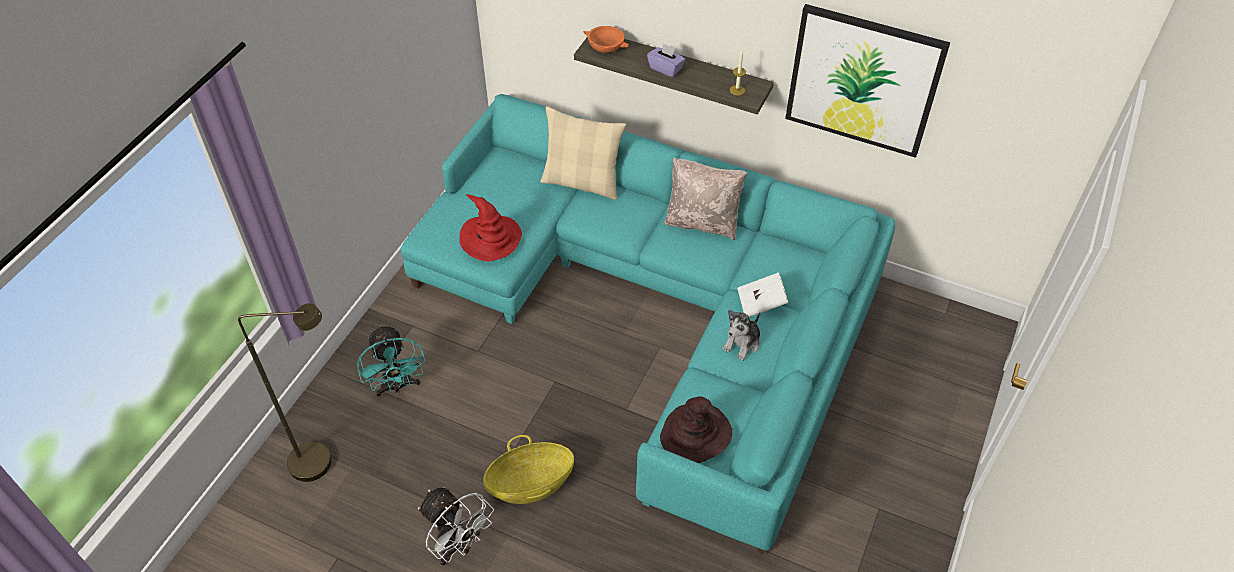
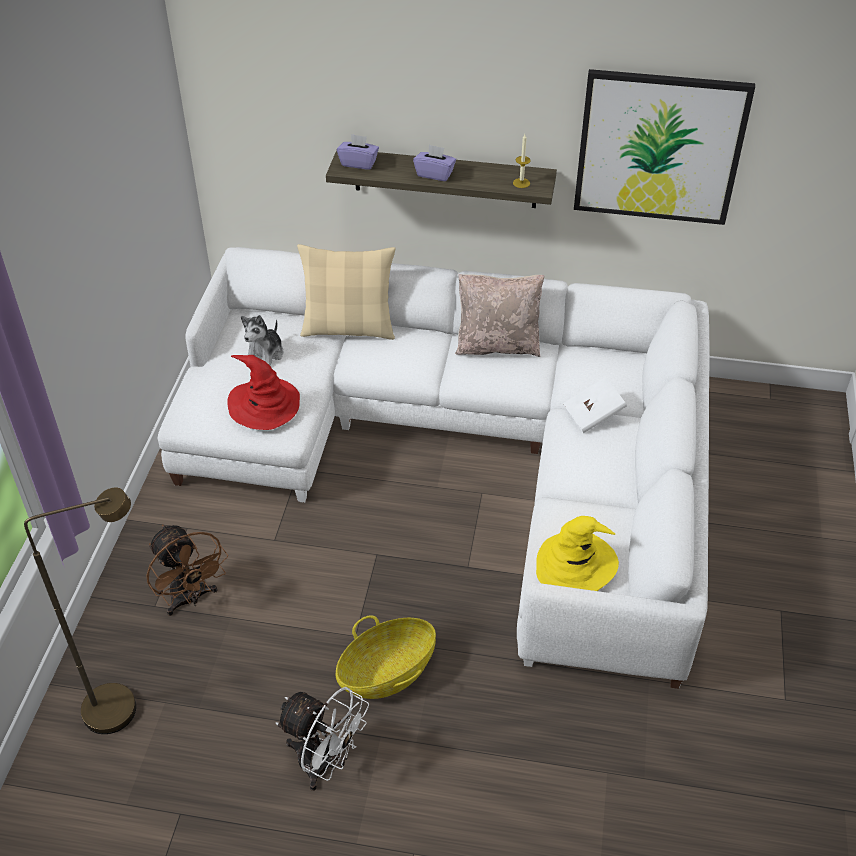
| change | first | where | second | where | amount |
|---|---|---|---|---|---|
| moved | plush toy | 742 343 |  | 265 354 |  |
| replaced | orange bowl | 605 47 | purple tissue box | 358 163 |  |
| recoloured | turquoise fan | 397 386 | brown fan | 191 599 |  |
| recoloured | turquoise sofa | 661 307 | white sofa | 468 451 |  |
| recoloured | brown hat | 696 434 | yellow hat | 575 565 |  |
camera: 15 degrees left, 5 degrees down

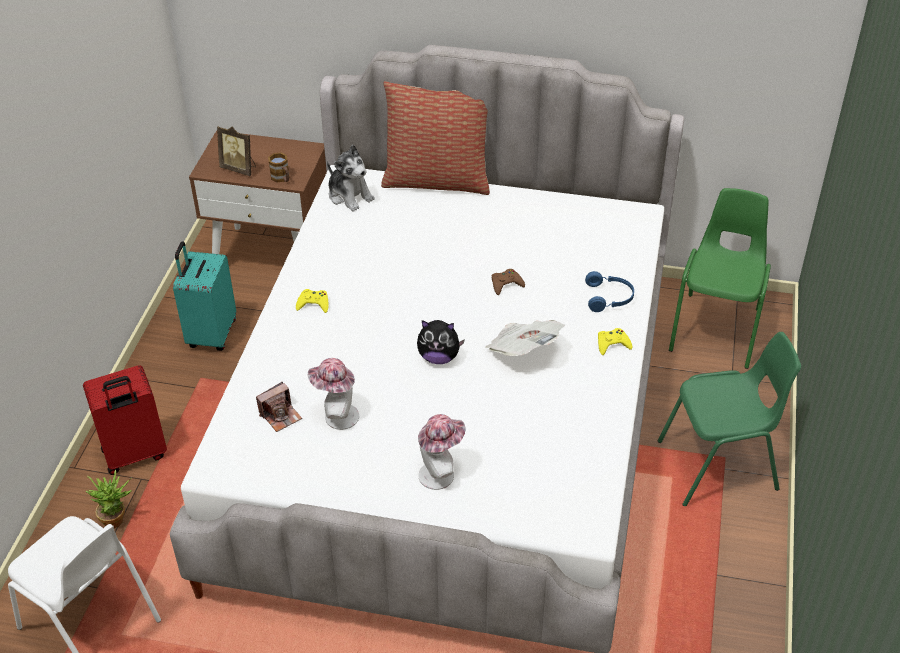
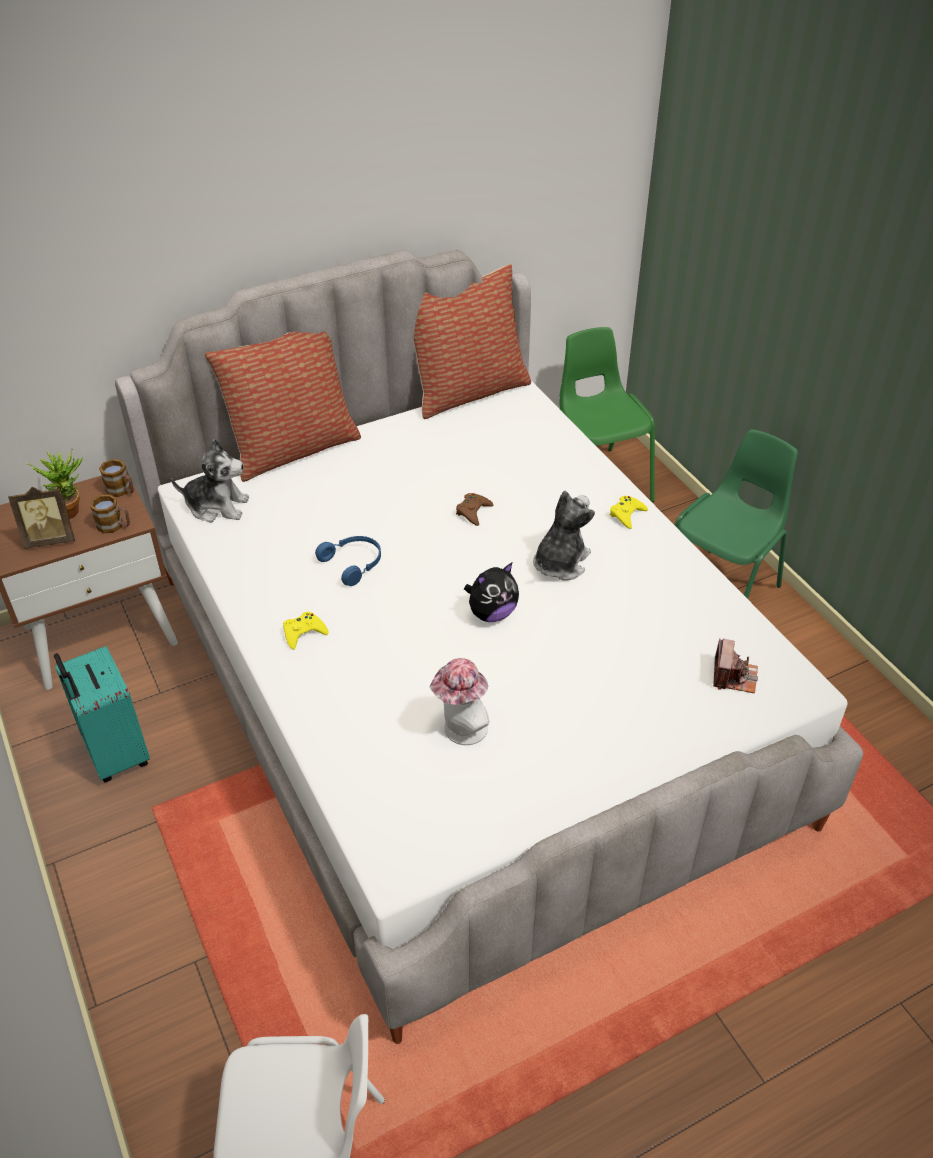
| change | first | where | second | where | amount |
|---|---|---|---|---|---|
| removed | red suitcase | 135 455 |  |  |  |
| removed | hat | 441 473 |  |  |  |
| added |  |  | mug | 122 491 |  |
| added |  |  | pillow | 467 391 |  |
| moved | potted plant | 117 519 |  | 70 509 |  |
| moved | photo camera | 280 415 |  | 734 676 |  |
| moved | blue headphones | 609 298 |  | 354 563 |  |
| replaced | newspaper | 523 350 | plush toy | 560 563 |  |
camera: 40 degrees left, 0 degrees up

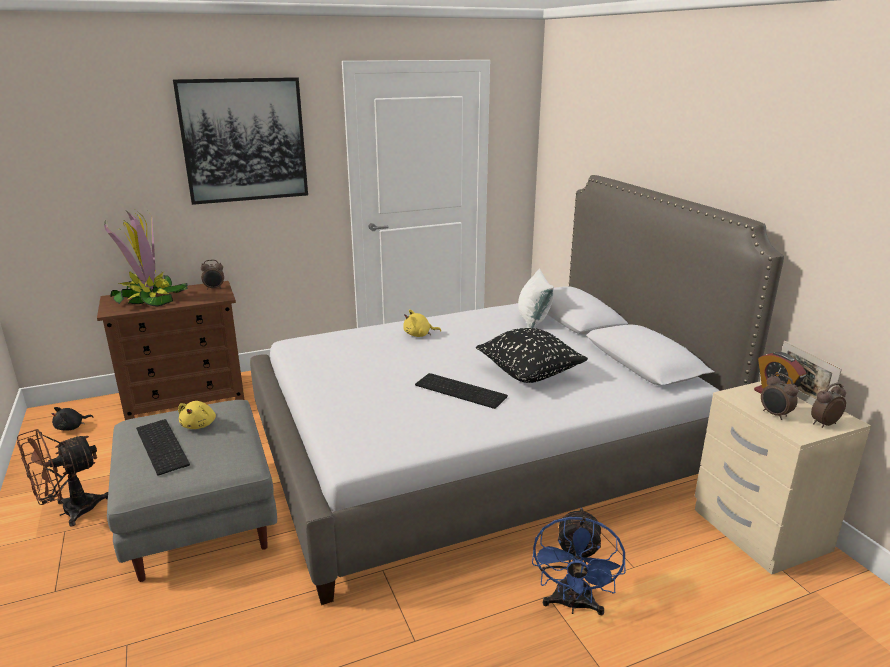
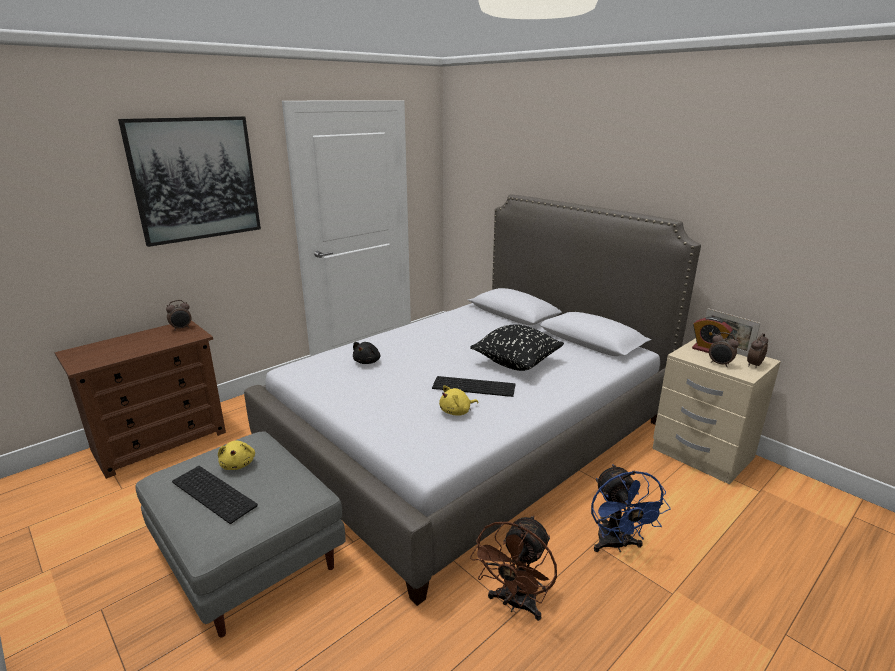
| change | first | where | second | where | amount |
|---|---|---|---|---|---|
| removed | potted plant | 149 298 |  |  |  |
| removed | white pillow | 533 320 |  |  |  |
| moved | brown fan | 70 512 |  | 515 604 |  |
| moved | black plush toy | 71 427 |  | 368 361 |  |
| moved | yellow plush toy | 419 335 |  | 457 412 |  |
camera: 20 degrees left, 0 degrees up

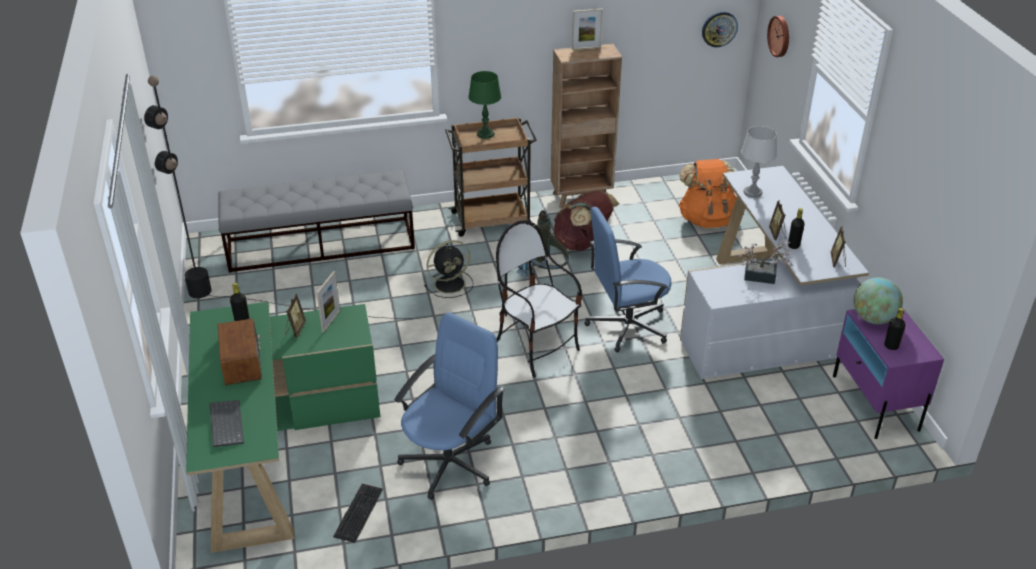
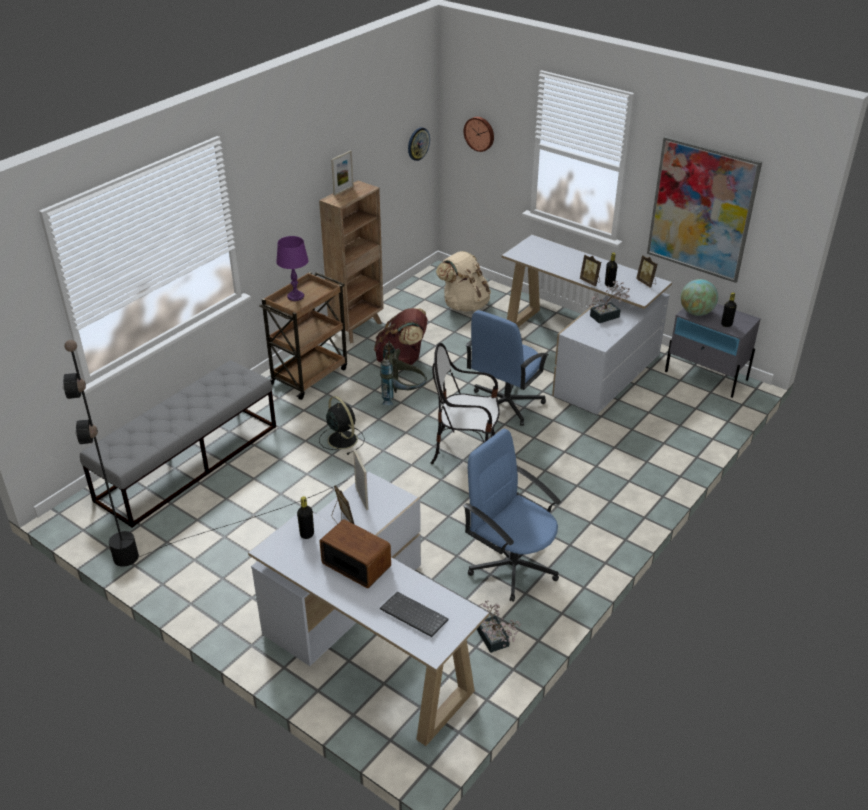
| change | first | where | second | where | amount |
|---|---|---|---|---|---|
| removed | grey table lamp | 753 192 |  |  |  |
| added |  |  | picture | 701 209 |  |
| replaced | keyboard | 358 512 | potted plant | 494 641 |  |
| recoloured | green desk | 274 448 | white desk | 368 638 |  |
| recoloured | green table lamp | 485 134 | purple table lamp | 295 297 |  |
| recoloured | orange backpack | 706 219 | beige backpack | 464 305 |  |
| recoloured | purple nightstand | 875 403 | grey nightstand | 706 376 |  |
| turned | blue office chair | 450 463 |  | 512 566 | 45 degrees counterclockwise |
| turned | black fan | 451 284 |  | 341 439 | 60 degrees counterclockwise |
camera: 40 degrees left, 0 degrees up

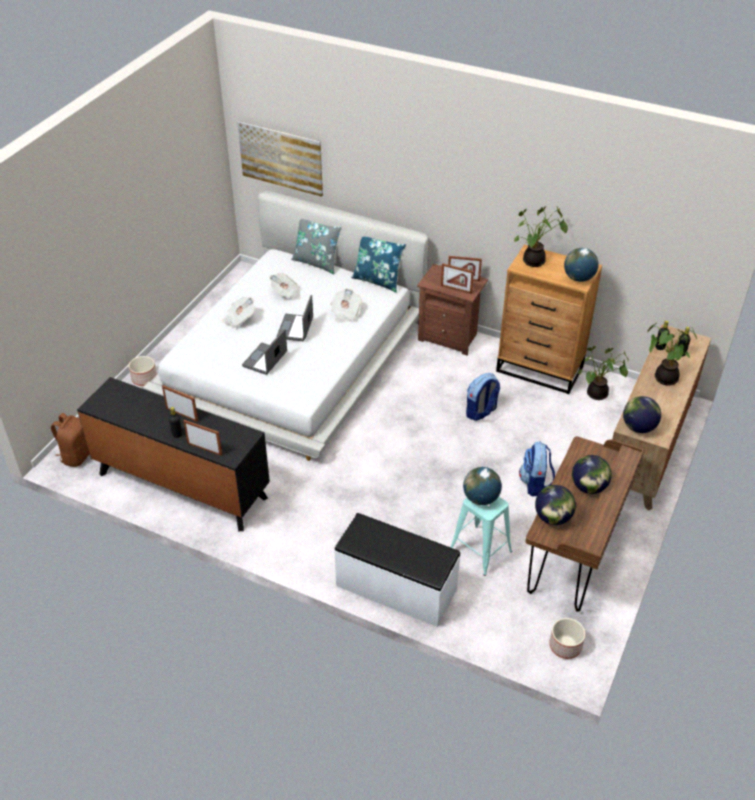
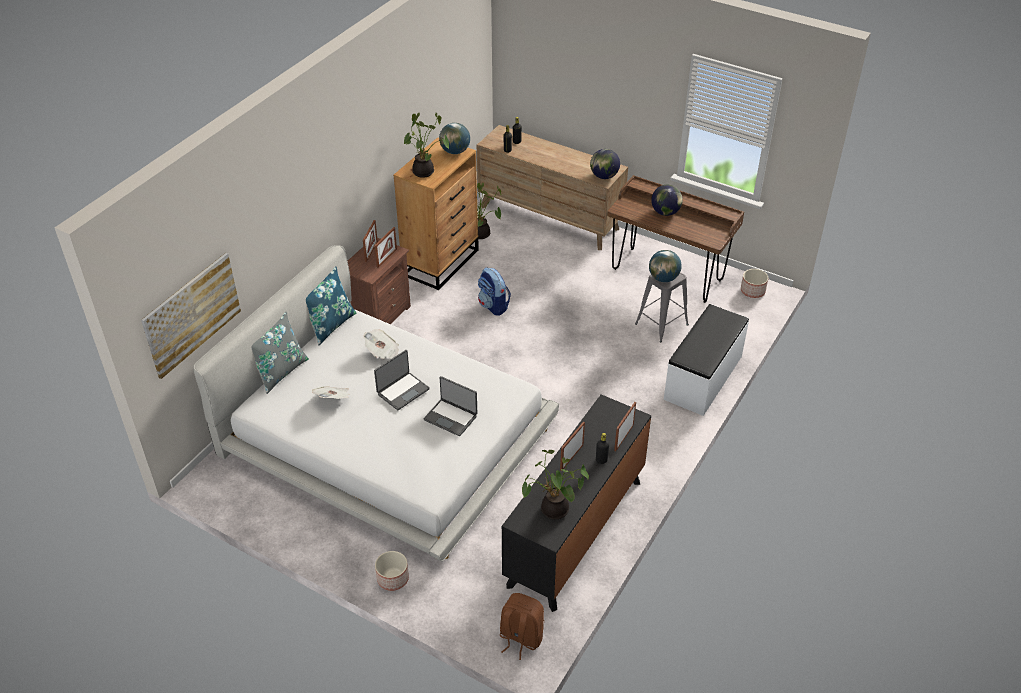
| change | first | where | second | where | amount |
|---|---|---|---|---|---|
| removed | newspaper | 239 319 |  |  |  |
| removed | backpack | 535 484 |  |  |  |
| removed | globe | 553 518 |  |  |  |
| moved | potted plant | 664 377 |  | 553 511 |  |
| recoloured | turquoise stool | 480 550 | grey stool | 661 324 |  |
| turned | laptop | 296 328 |  | 402 391 | 60 degrees counterclockwise |
camera: 85 degrees left, 0 degrees up

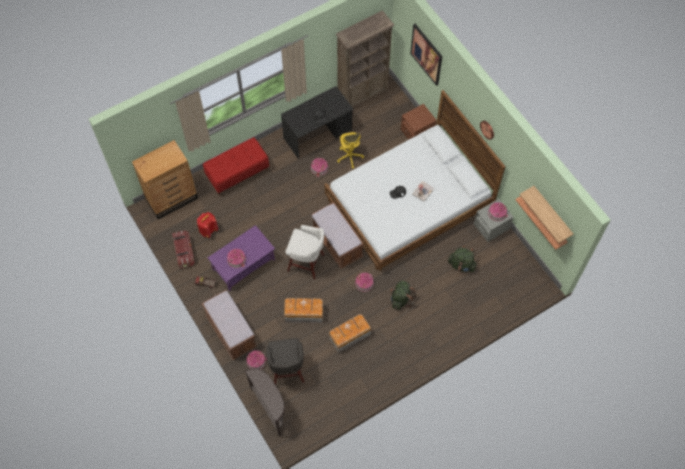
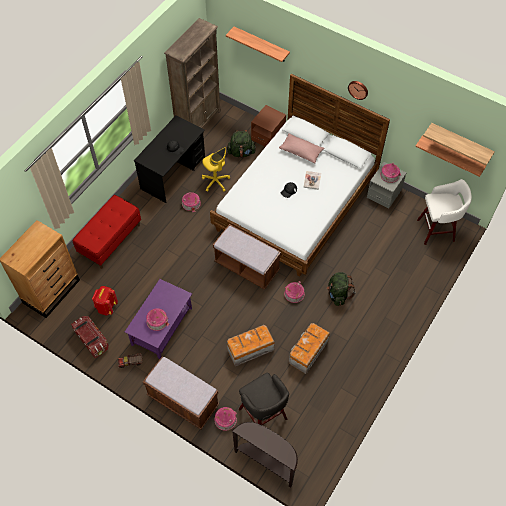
| change | first | where | second | where | amount |
|---|---|---|---|---|---|
| added |  |  | pink pillow | 301 152 |  |
| moved | white stool | 307 263 |  | 437 230 |  |
| moved | green backpack | 461 265 |  | 241 152 |  |
| replaced | picture | 426 54 | shelf | 261 44 |  |
camera: 25 degrees left, 5 degrees down

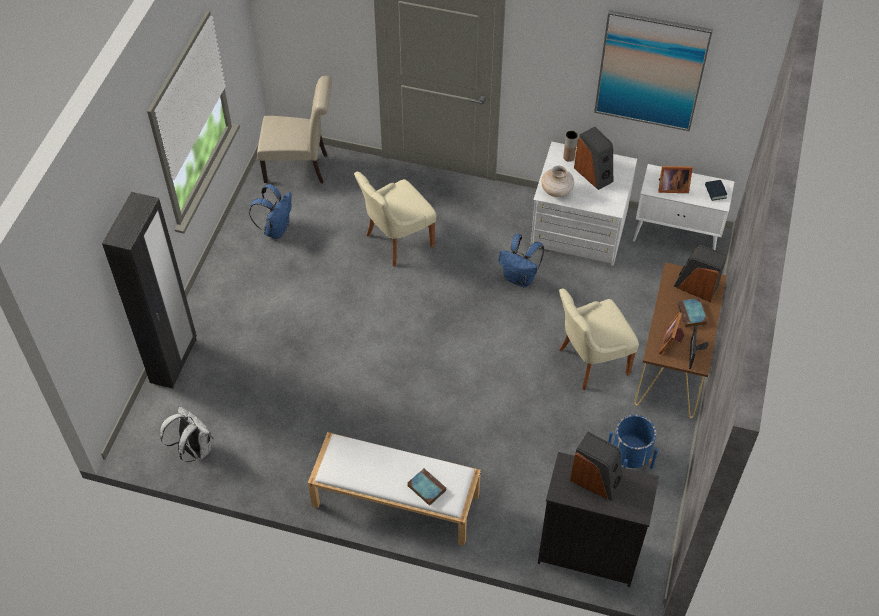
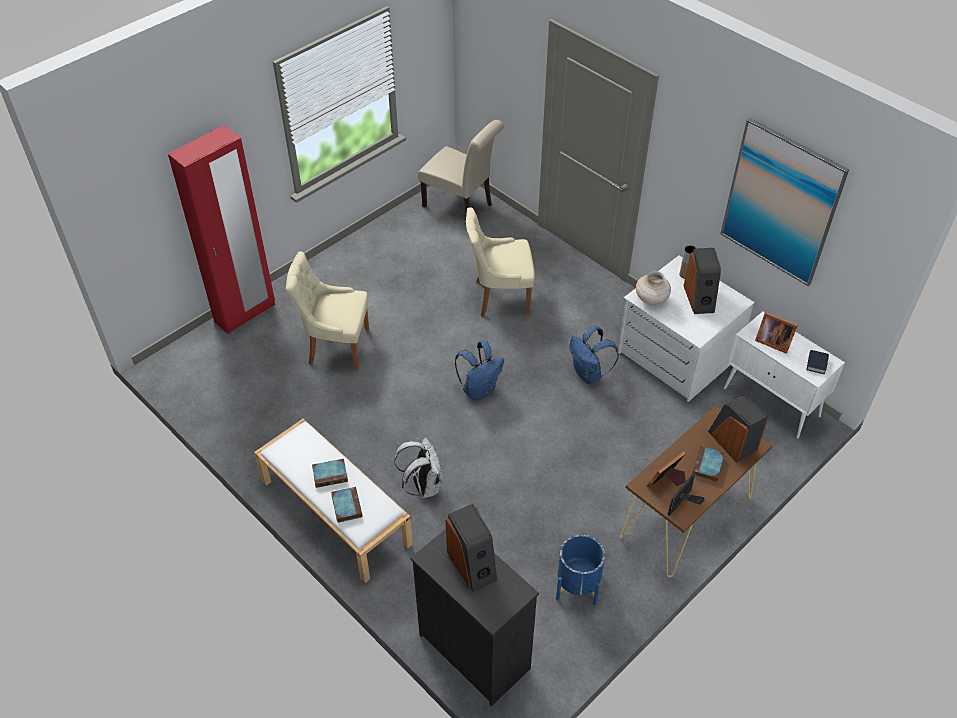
| change | first | where | second | where | amount |
|---|---|---|---|---|---|
| added |  |  | book | 331 474 |  |
| moved | white backpack | 193 449 |  | 423 486 |  |
| moved | blue backpack | 276 229 |  | 479 389 |  |
| moved | beige chair | 590 361 |  | 336 346 |  |
| recoloured | black wardrobe | 174 361 | red wardrobe | 245 313 |  |
camera: 30 degrees right, 5 degrees down

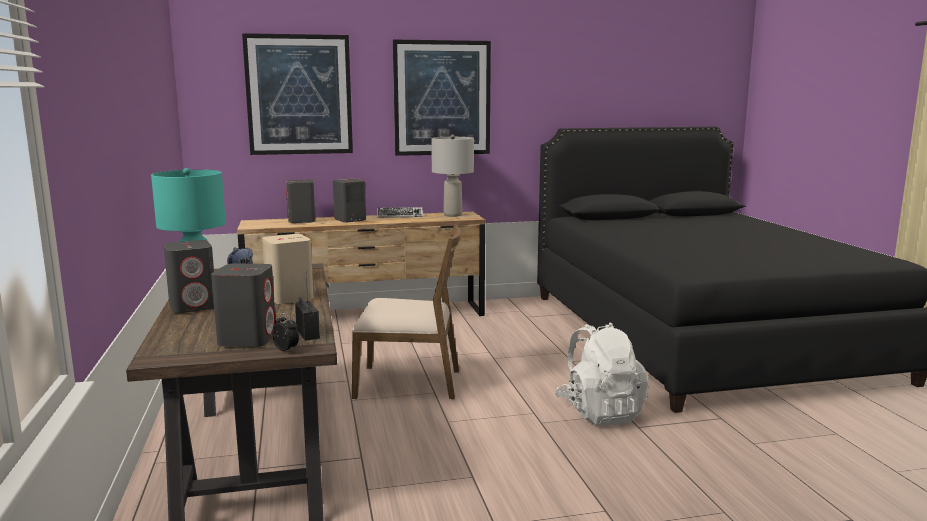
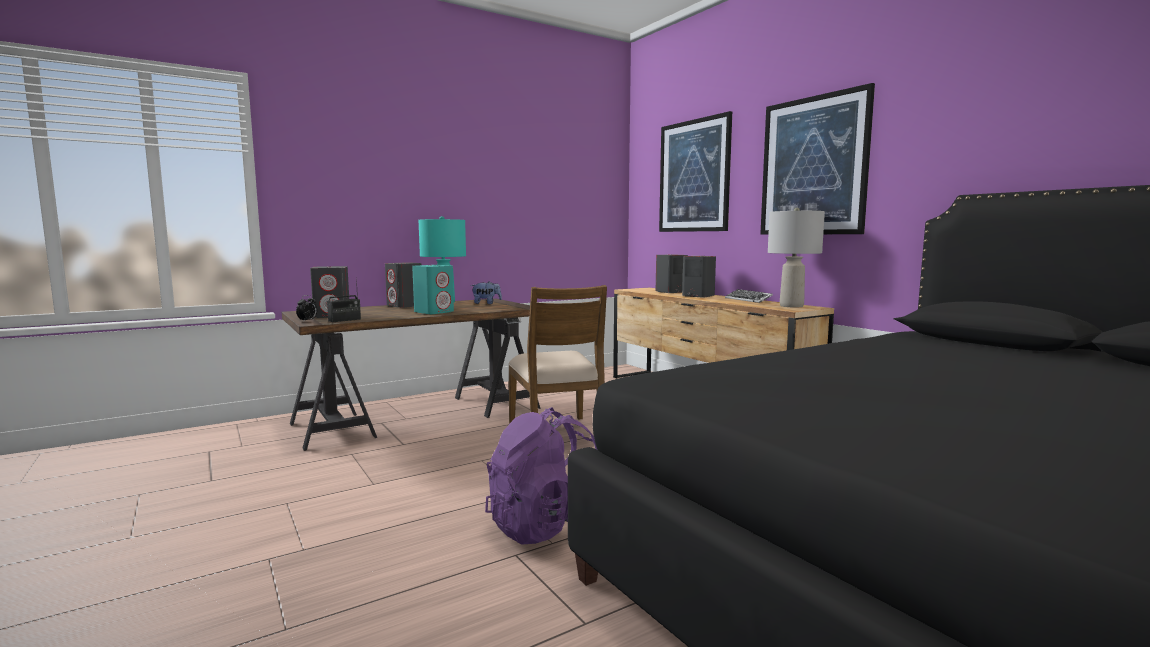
| change | first | where | second | where | amount |
|---|---|---|---|---|---|
| recoloured | beige speaker | 289 297 | turquoise speaker | 434 312 |  |
| recoloured | white backpack | 600 412 | purple backpack | 546 527 |  |
camera: 70 degrees right, 5 degrees down

